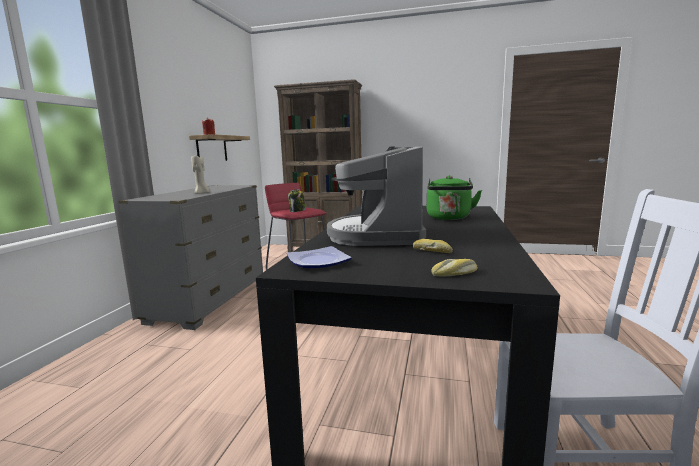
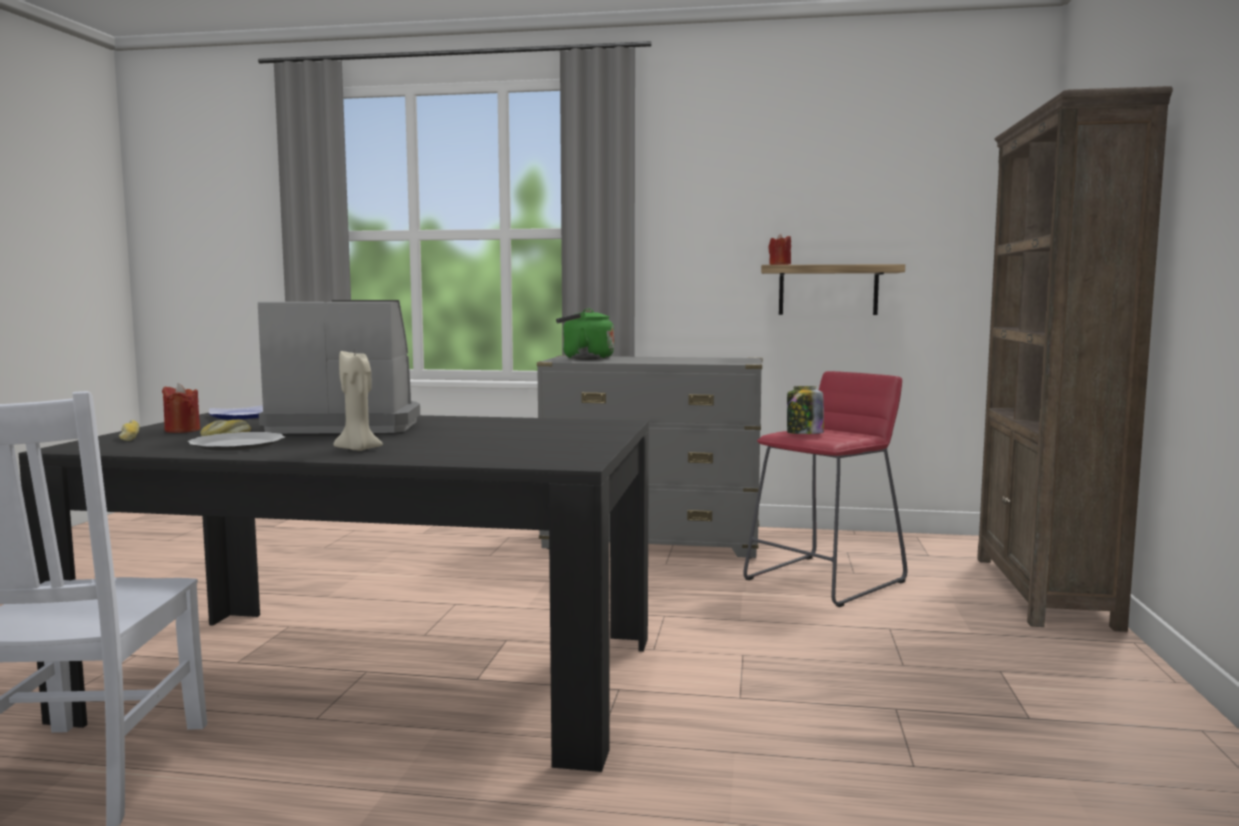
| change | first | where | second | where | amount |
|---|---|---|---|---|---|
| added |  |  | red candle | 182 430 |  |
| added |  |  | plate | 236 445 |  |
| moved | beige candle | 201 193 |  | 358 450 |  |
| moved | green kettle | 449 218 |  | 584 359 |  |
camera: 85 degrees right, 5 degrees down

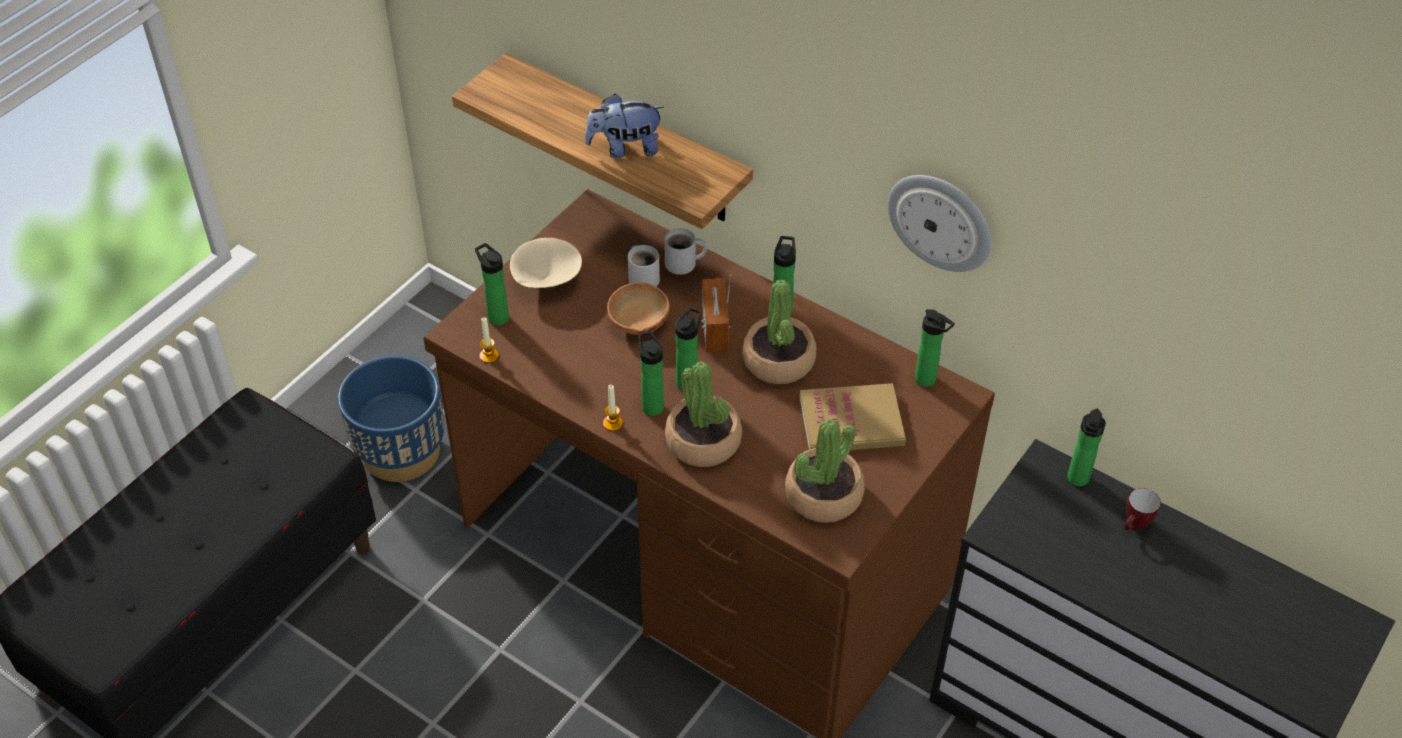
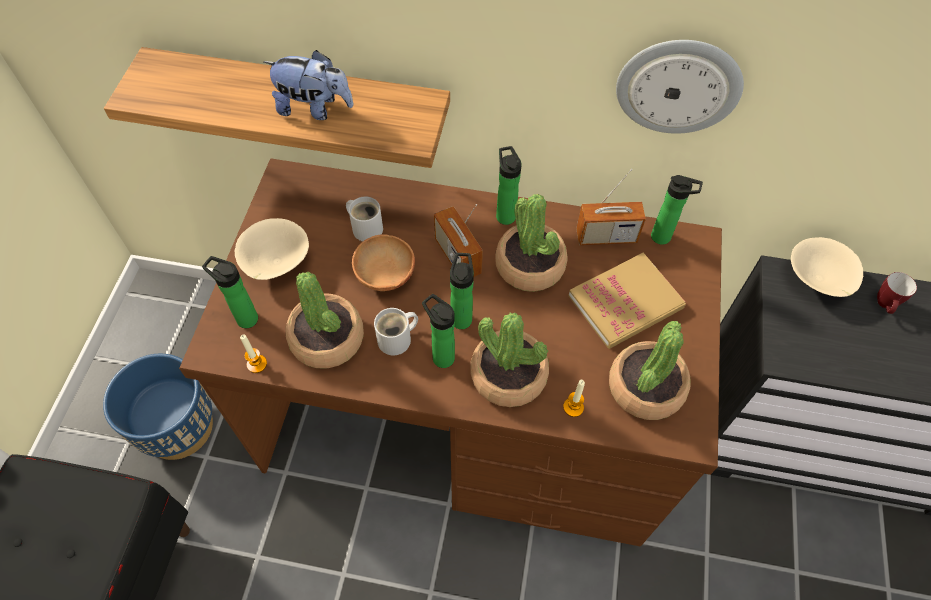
| change | first | where | second | where | amount |
|---|---|---|---|---|---|
| added |  |  | potted plant | 327 339 |  |
| added |  |  | radio | 606 236 |  |
| moved | candle | 613 423 |  | 573 407 |  |
| moved | white mug | 683 264 |  | 398 339 |  |
| replaced | bottle | 1077 480 | beige bowl | 817 281 |  |
| turned | plush toy | 625 148 |  | 314 108 | 135 degrees counterclockwise |
camera: 25 degrees left, 10 degrees up

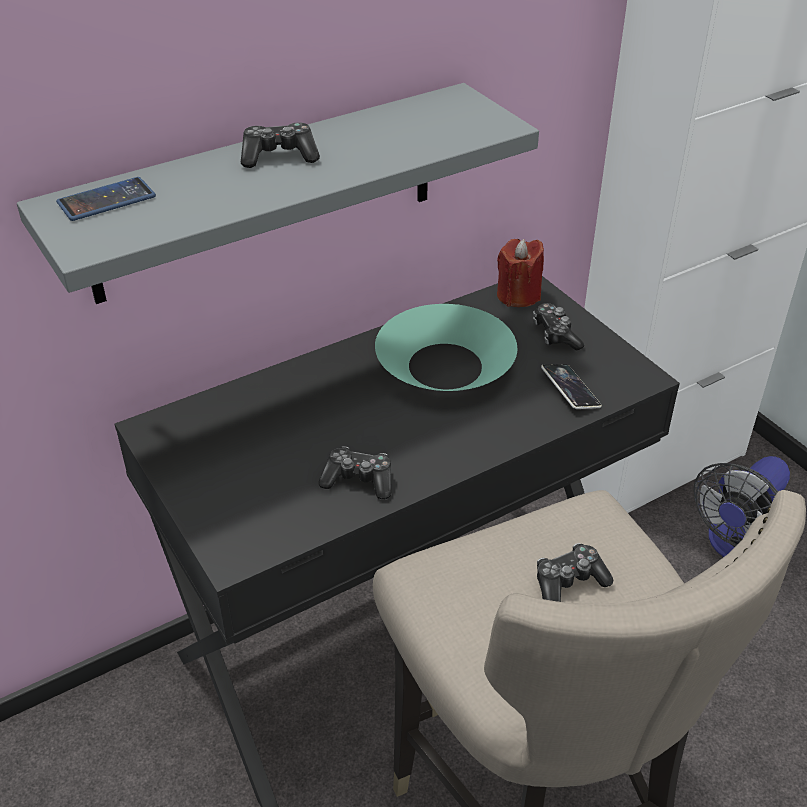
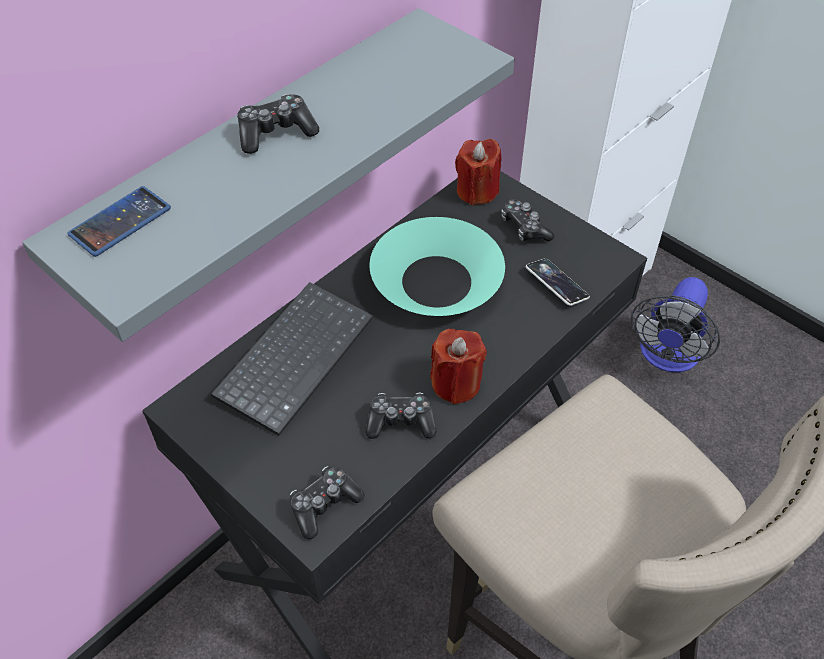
| change | first | where | second | where | amount |
|---|---|---|---|---|---|
| added |  |  | keyboard | 294 355 |  |
| added |  |  | red candle | 456 383 |  |
| moved | game controller | 569 582 |  | 324 505 |  |
camera: 15 degrees left, 10 degrees up

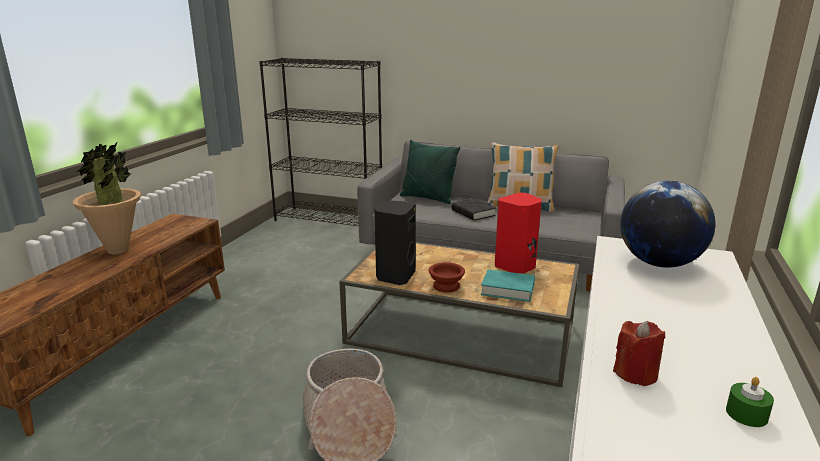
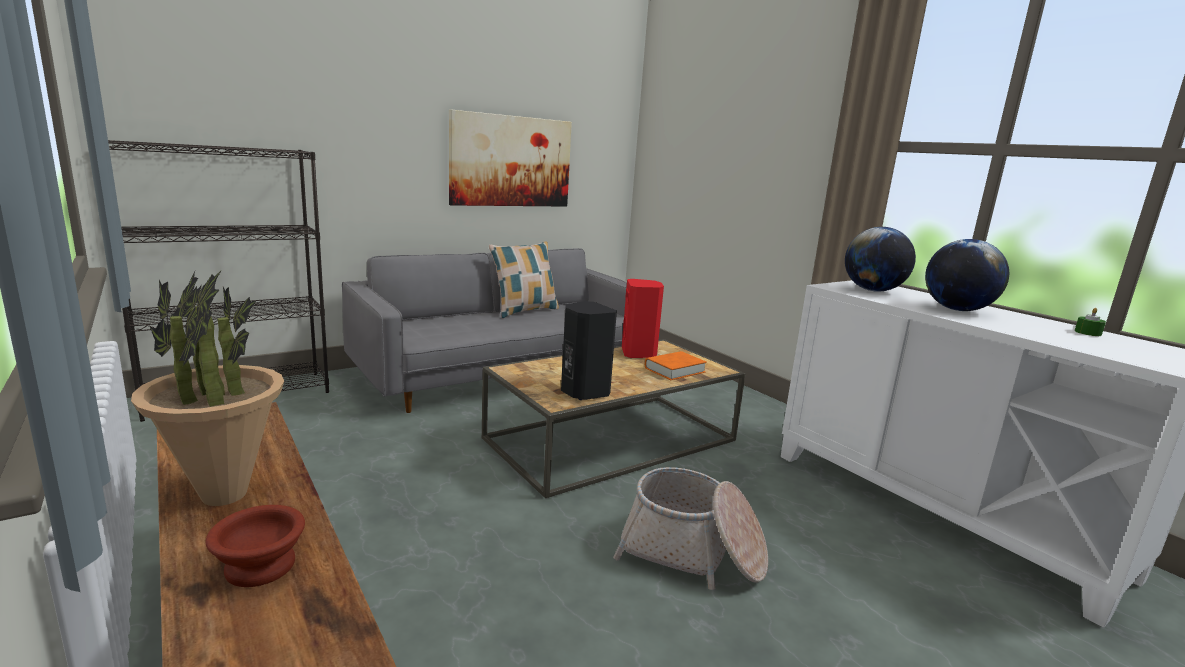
| change | first | where | second | where | amount |
|---|---|---|---|---|---|
| removed | green pillow | 427 198 |  |  |  |
| removed | black book | 473 213 |  |  |  |
| removed | red candle | 635 373 |  |  |  |
| added |  |  | picture | 511 161 |  |
| added |  |  | globe | 957 310 |  |
| moved | brown bowl | 446 287 |  | 262 567 |  |
| recoloured | turquoise book | 507 289 | orange book | 674 370 |  |
camera: 55 degrees left, 5 degrees down

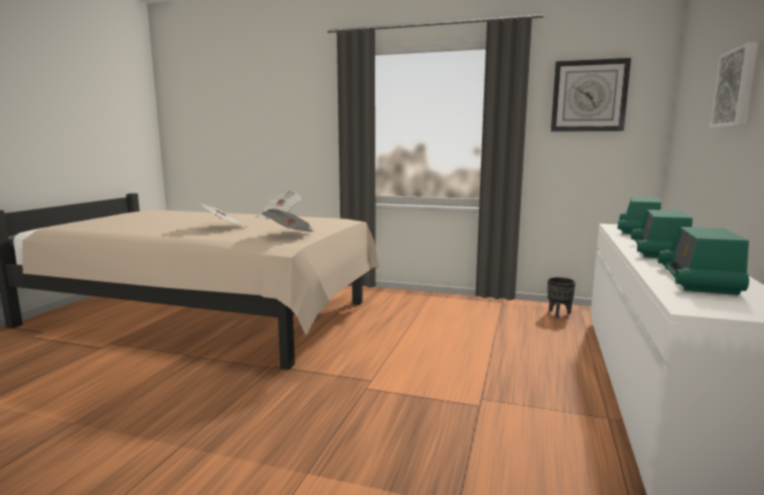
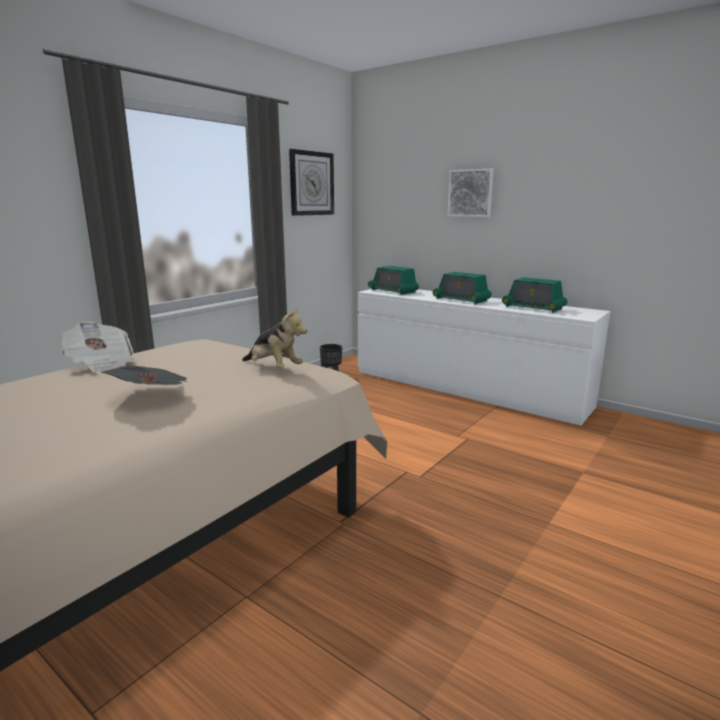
| change | first | where | second | where | amount |
|---|---|---|---|---|---|
| replaced | newspaper | 290 235 | plush toy | 273 368 |  |
camera: 70 degrees left, 5 degrees up

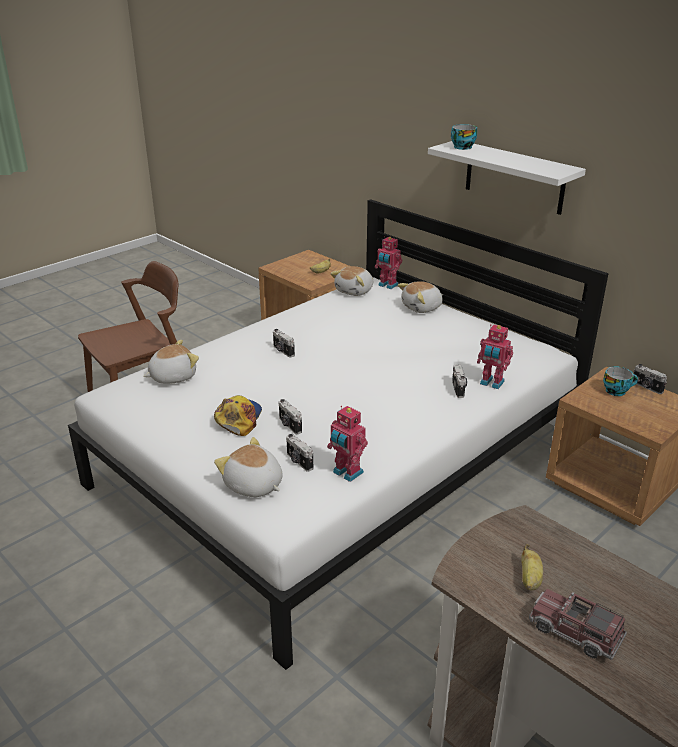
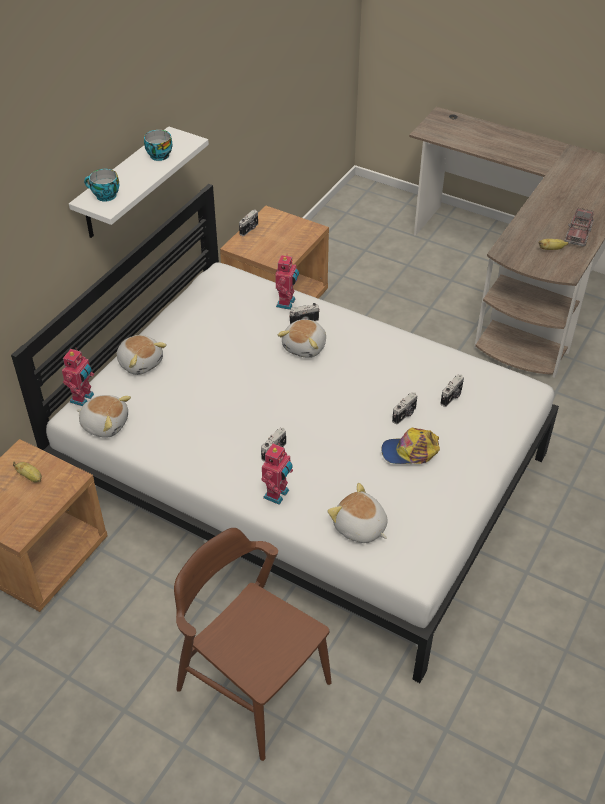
| change | first | where | second | where | amount |
|---|---|---|---|---|---|
| moved | plush toy | 253 485 |  | 305 347 |  |
| moved | toy robot | 346 473 |  | 277 495 |  |
| moved | cup | 616 391 |  | 158 155 |  |
camera: 105 degrees left, 15 degrees up

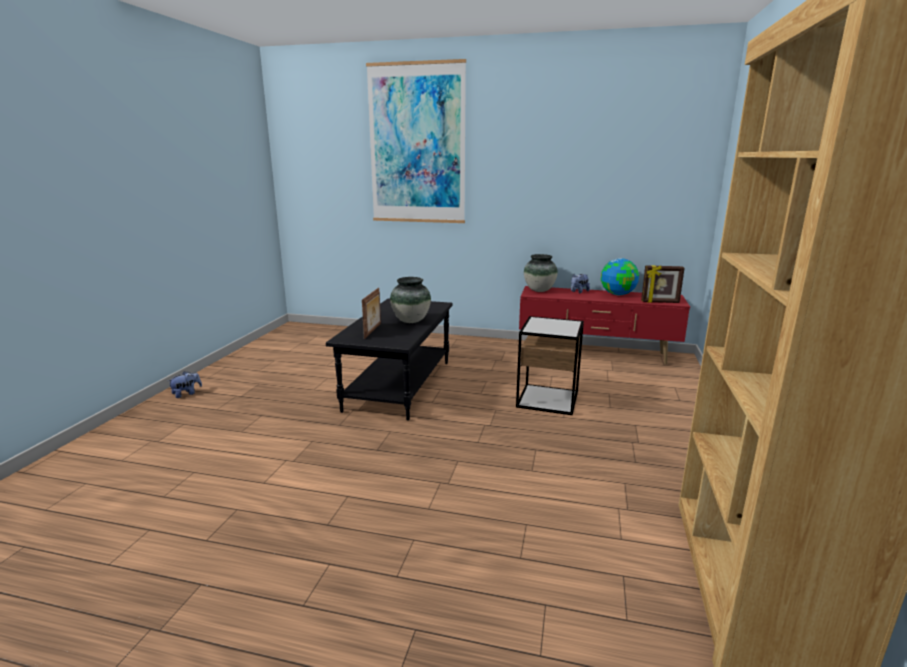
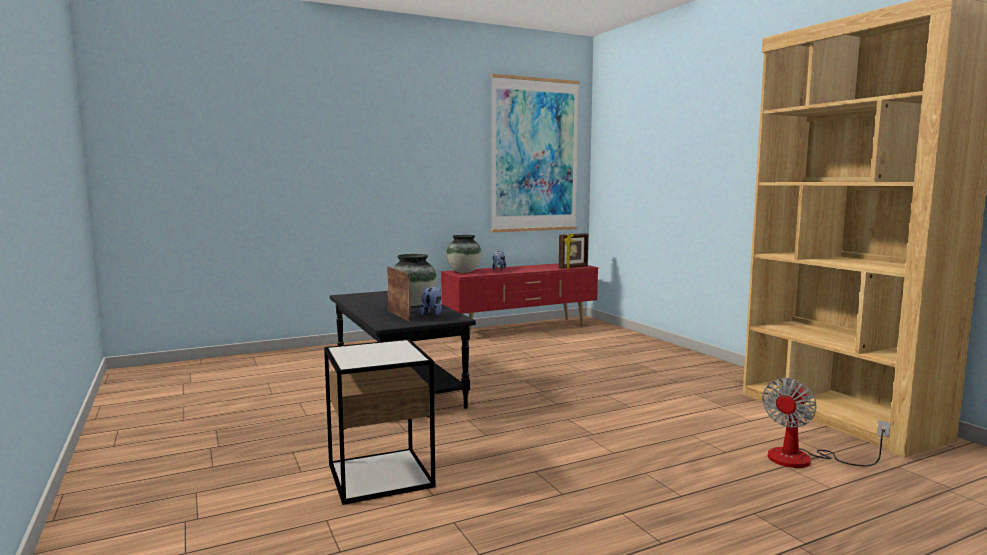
| change | first | where | second | where | amount |
|---|---|---|---|---|---|
| removed | globe | 618 294 |  |  |  |
| added |  |  | fan | 804 459 |  |
| moved | plush toy | 186 394 |  | 432 314 |  |
| moved | picture | 417 145 |  | 534 155 |  |
| moved | side table | 548 399 |  | 380 475 |  |
camera: 40 degrees left, 10 degrees down

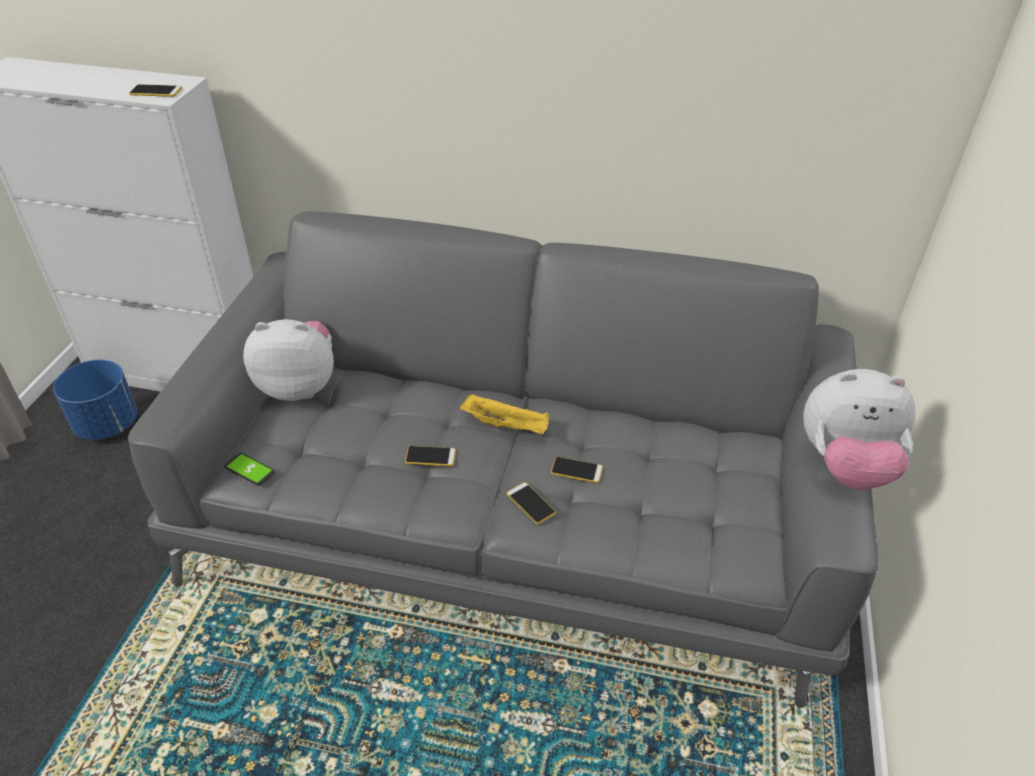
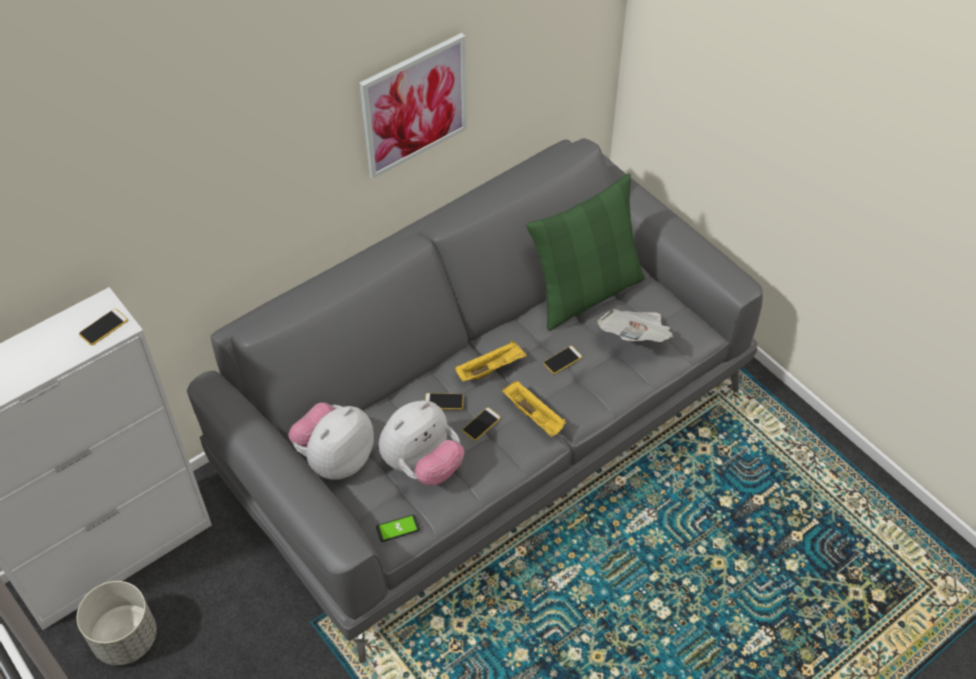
| change | first | where | second | where | amount |
|---|---|---|---|---|---|
| added |  |  | picture | 414 105 |  |
| added |  |  | yellow tray | 534 416 |  |
| added |  |  | green pillow | 586 292 |  |
| added |  |  | newspaper | 635 338 |  |
| moved | phone | 530 503 |  | 444 401 |  |
| moved | plush toy | 845 466 |  | 422 465 |  |
| recoloured | blue planter | 108 424 | grey planter | 125 638 |  |
camera: 50 degrees left, 10 degrees up

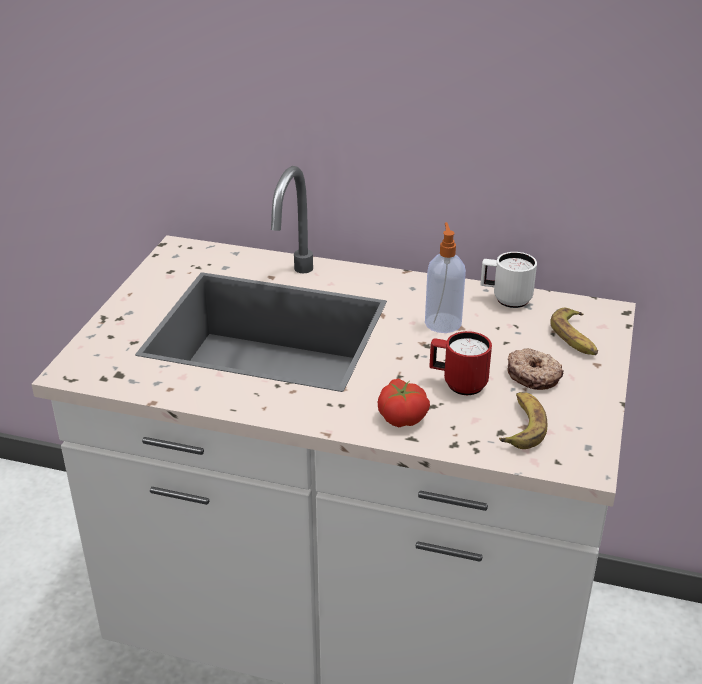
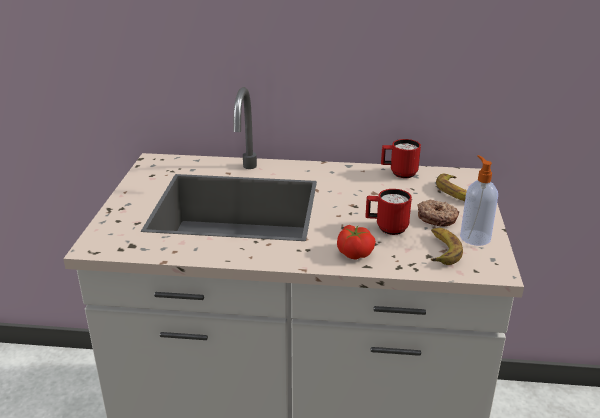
| change | first | where | second | where | amount |
|---|---|---|---|---|---|
| moved | soap dispenser | 443 322 |  | 474 237 |  |
| recoloured | white mug | 505 299 | red mug | 399 173 |  |
camera: 10 degrees left, 5 degrees down

